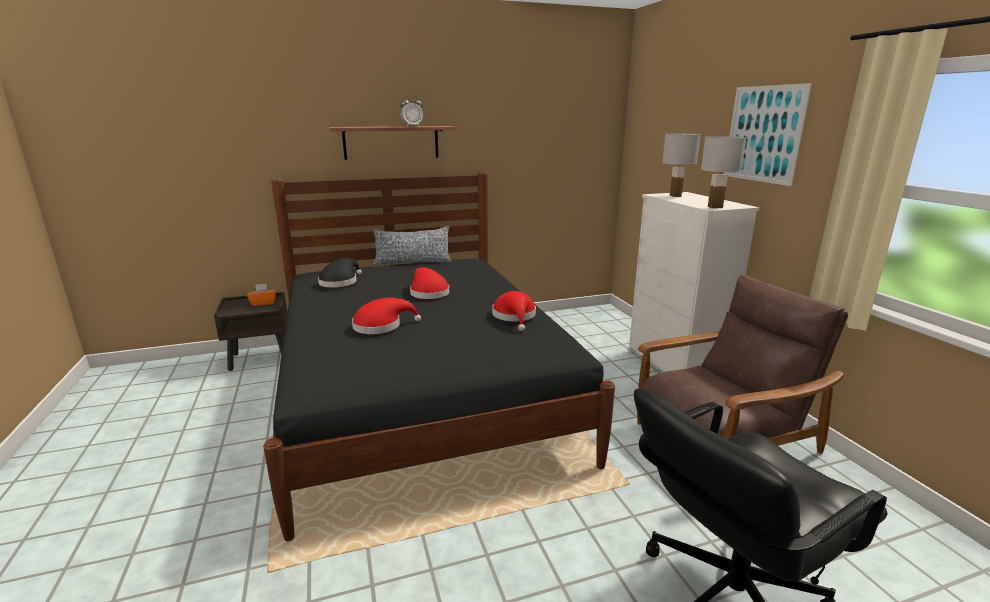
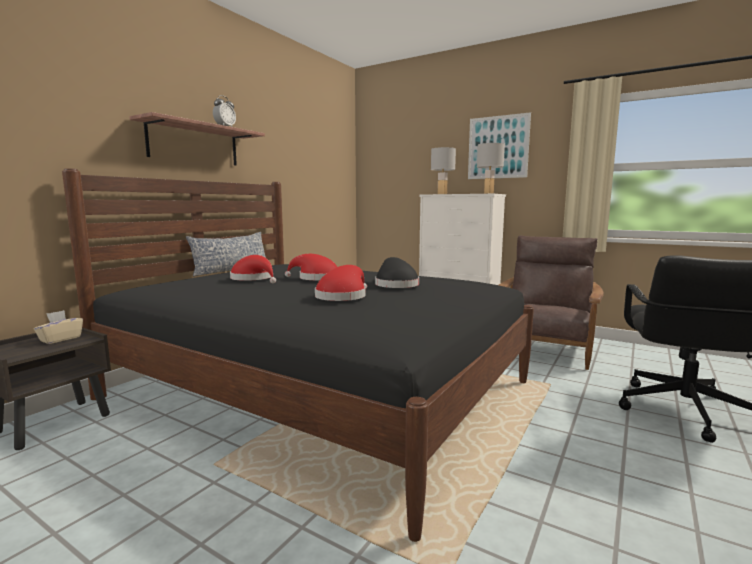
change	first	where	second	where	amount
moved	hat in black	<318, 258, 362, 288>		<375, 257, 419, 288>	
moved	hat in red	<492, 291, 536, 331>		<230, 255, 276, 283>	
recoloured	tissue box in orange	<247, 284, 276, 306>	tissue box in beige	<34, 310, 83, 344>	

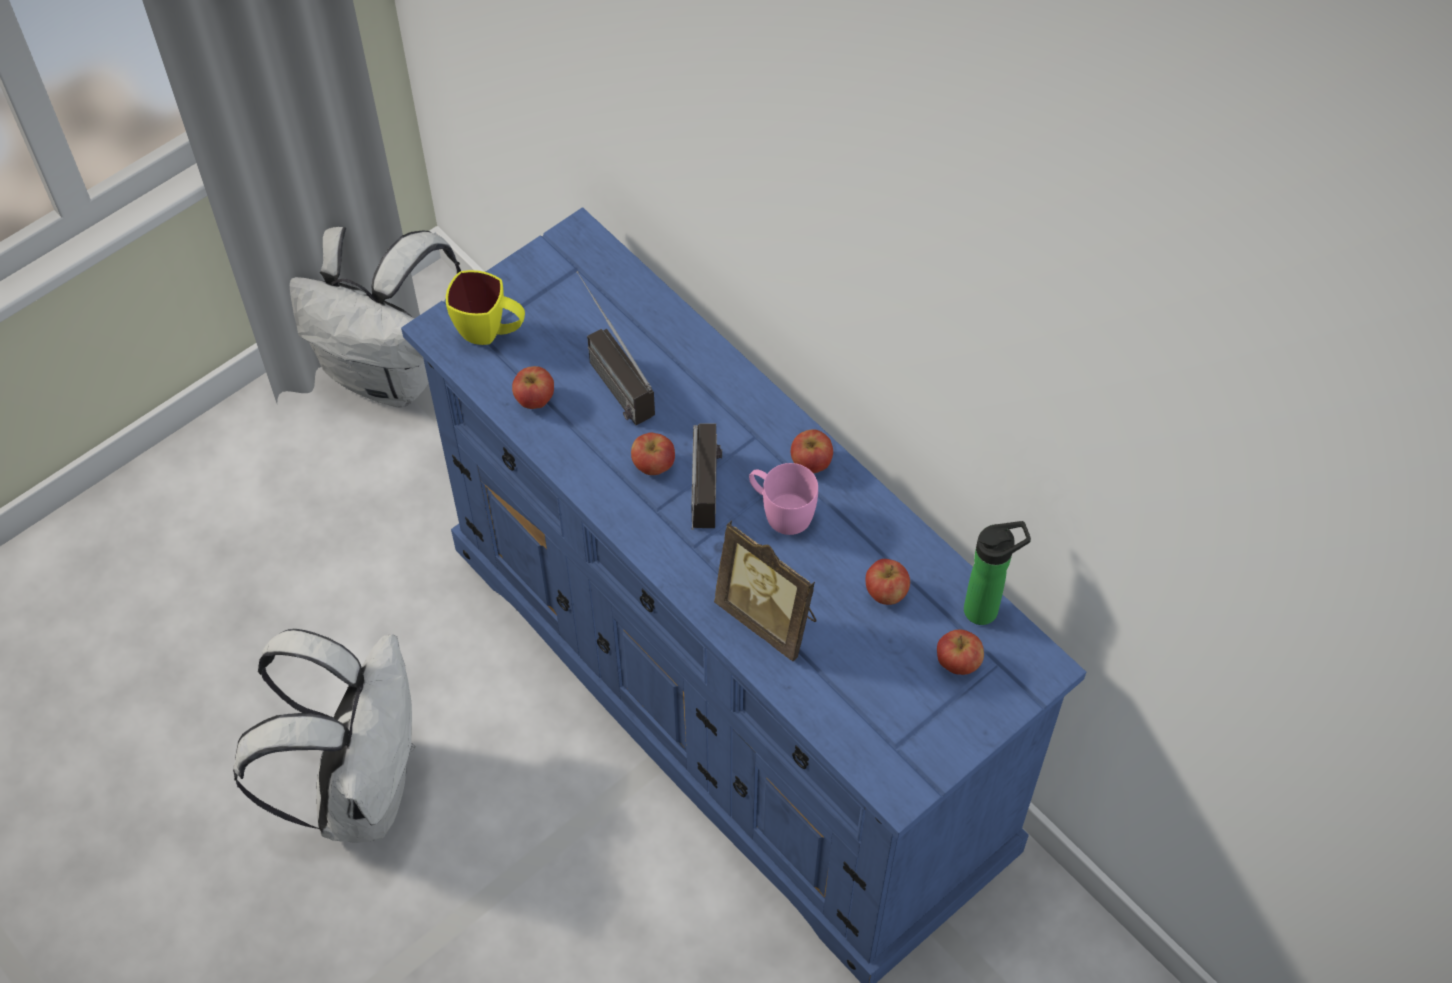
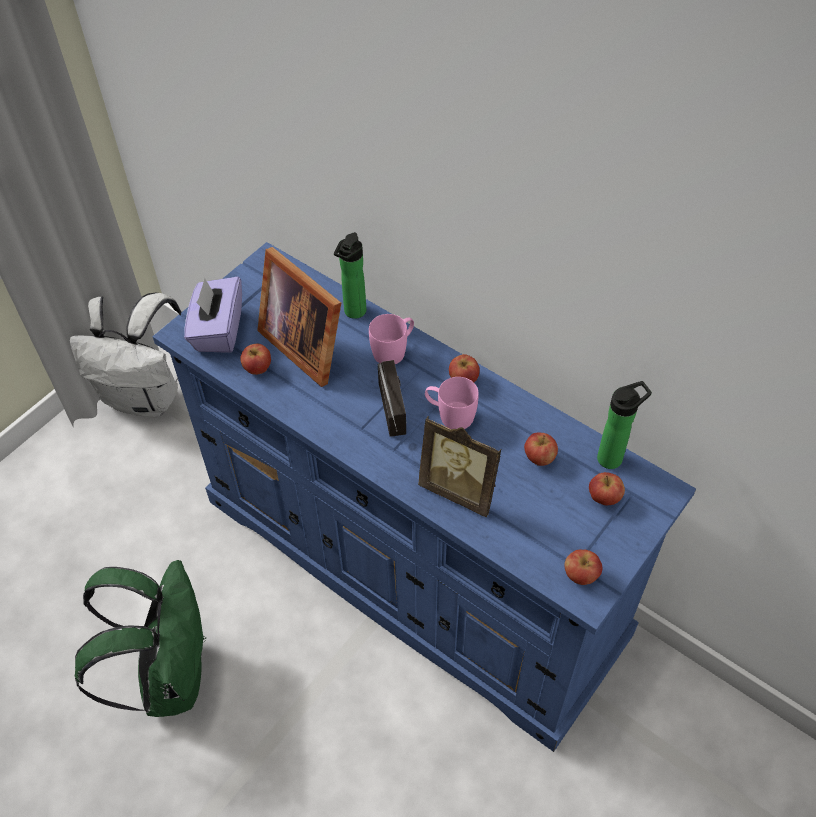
change	first	where	second	where	amount
added			bottle	<334, 232, 366, 319>	
added			mug in pink	<369, 314, 414, 364>	
moved	apple	<631, 432, 675, 475>		<564, 550, 603, 585>	
replaced	mug in yellow	<446, 270, 525, 345>	tissue box in purple	<184, 277, 242, 353>	
replaced	radio	<576, 271, 655, 425>	picture frame	<257, 247, 341, 387>	
recoloured	backpack in white	<233, 629, 416, 843>	backpack in green	<75, 560, 206, 717>	

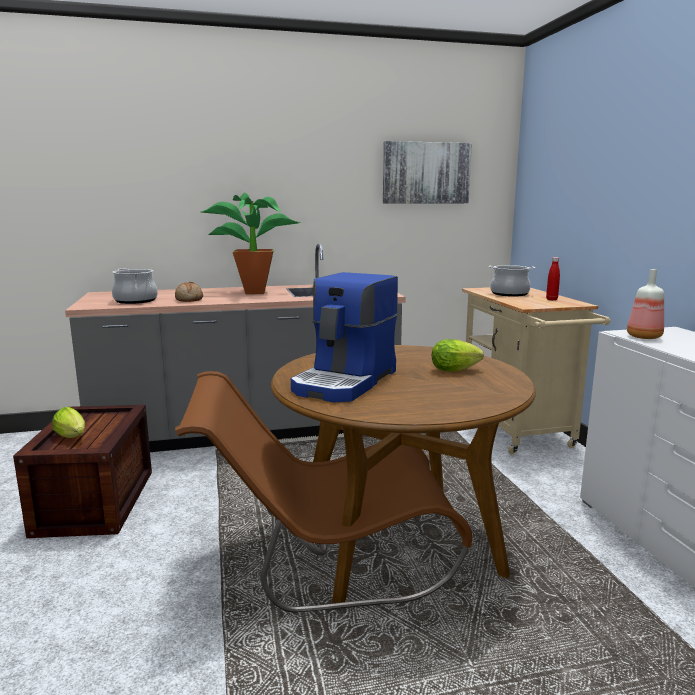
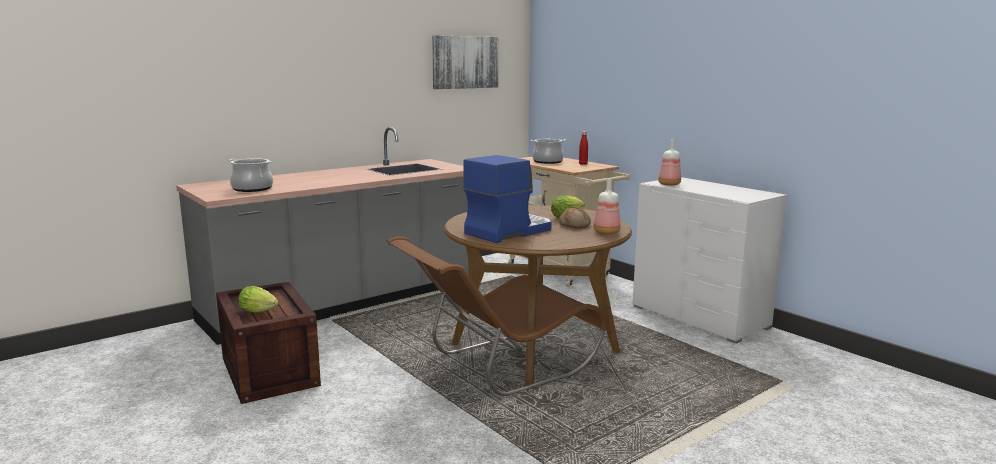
change	first	where	second	where	amount
removed	potted plant	<201, 193, 301, 294>			
added			bottle	<593, 178, 621, 234>	
moved	bread	<175, 282, 203, 302>		<559, 207, 591, 228>	
turned	coffee machine	<291, 272, 398, 402>		<463, 155, 552, 243>	135 degrees counterclockwise

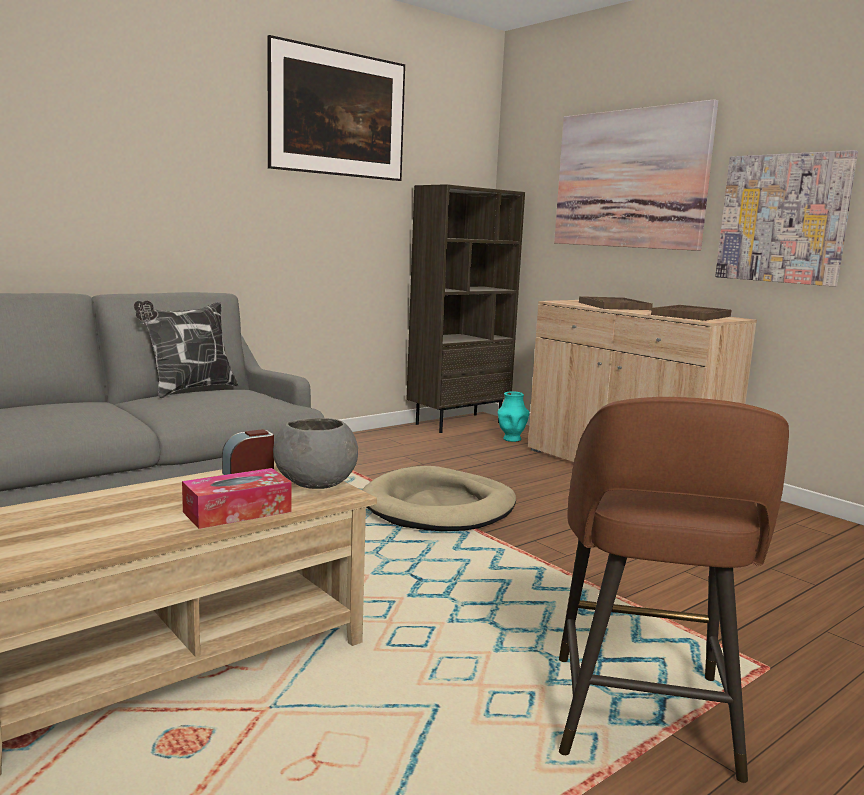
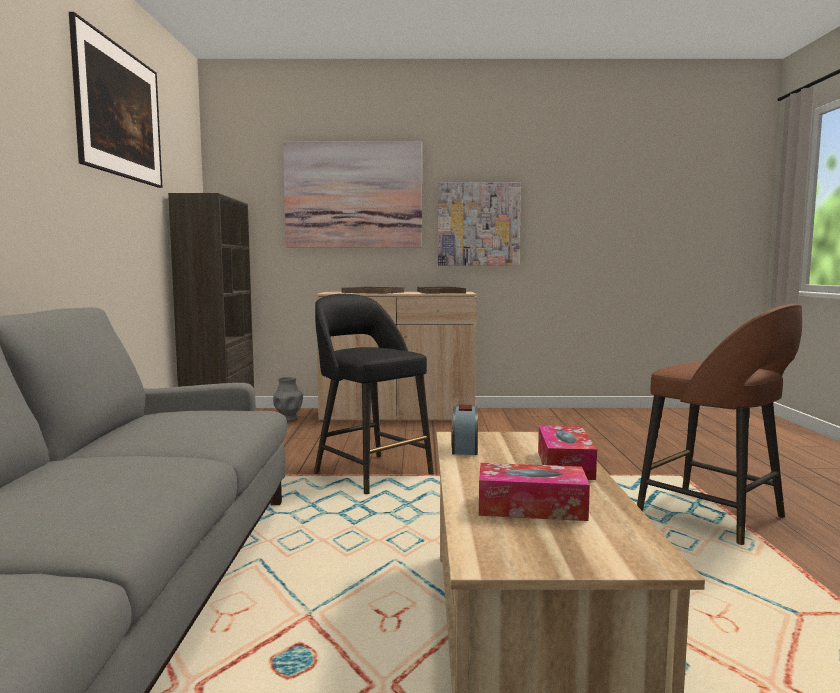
change	first	where	second	where	amount
removed	pillow	<134, 300, 239, 398>			
removed	bowl in grey	<273, 418, 358, 489>			
added			tissue box	<479, 463, 590, 521>	
replaced	dog bed in beige	<362, 466, 516, 531>	stool in black	<314, 294, 434, 494>	
recoloured	vase in turquoise	<498, 391, 529, 442>	vase in grey	<273, 377, 303, 421>	

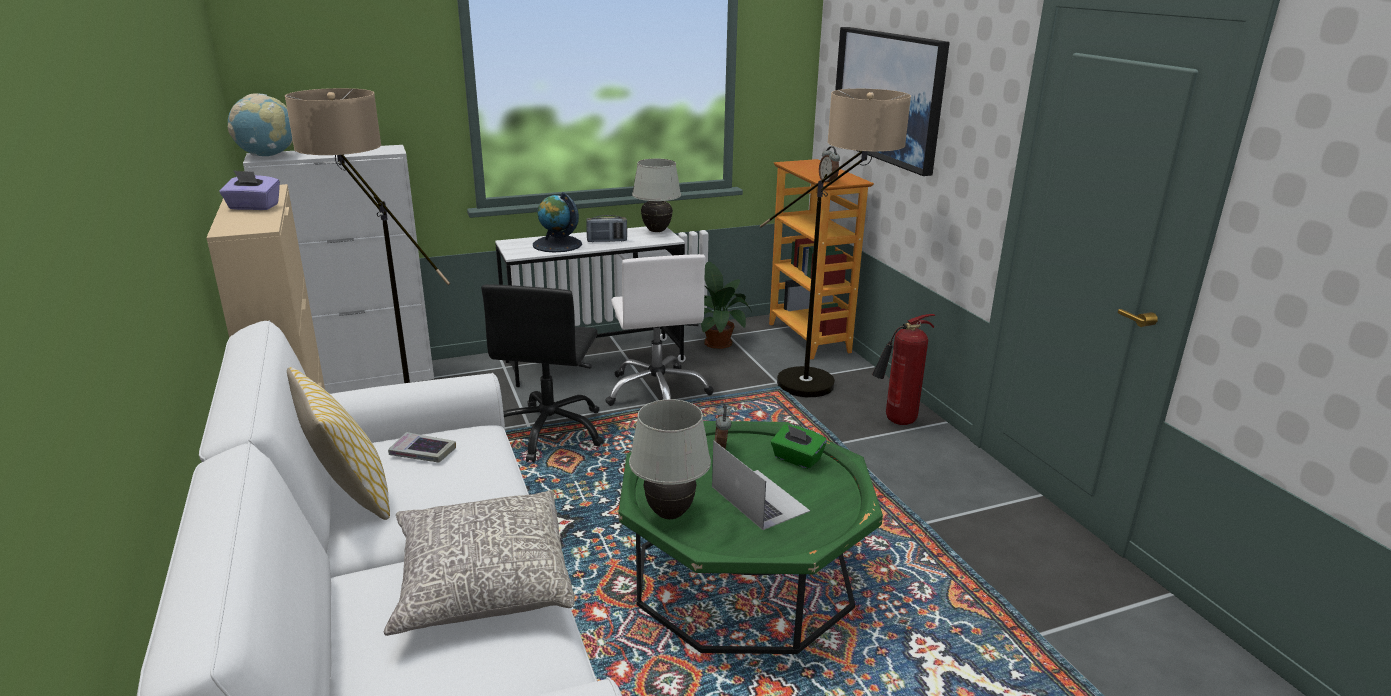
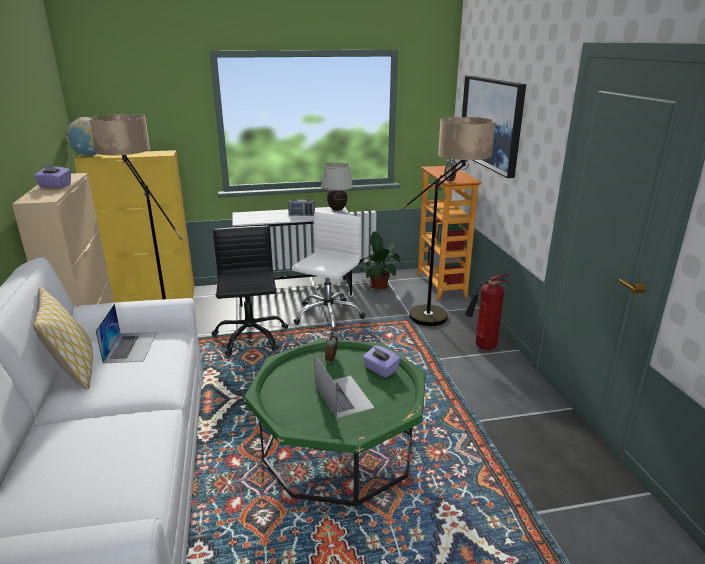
change	first	where	second	where	amount
removed	pillow in grey	<384, 491, 575, 636>			
removed	globe	<533, 192, 582, 253>			
removed	table lamp in white	<629, 399, 711, 519>			
replaced	book	<388, 432, 456, 463>	laptop	<96, 304, 157, 364>	
recoloured	cabinet in white	<243, 145, 434, 394>	cabinet in yellow	<74, 150, 195, 303>	
recoloured	tissue box in green	<771, 425, 827, 469>	tissue box in purple	<363, 345, 400, 378>	
turned	office chair in black	<481, 284, 604, 462>		<212, 226, 288, 356>	150 degrees clockwise
turned	office chair in white	<605, 254, 713, 406>		<292, 211, 365, 332>	150 degrees counterclockwise

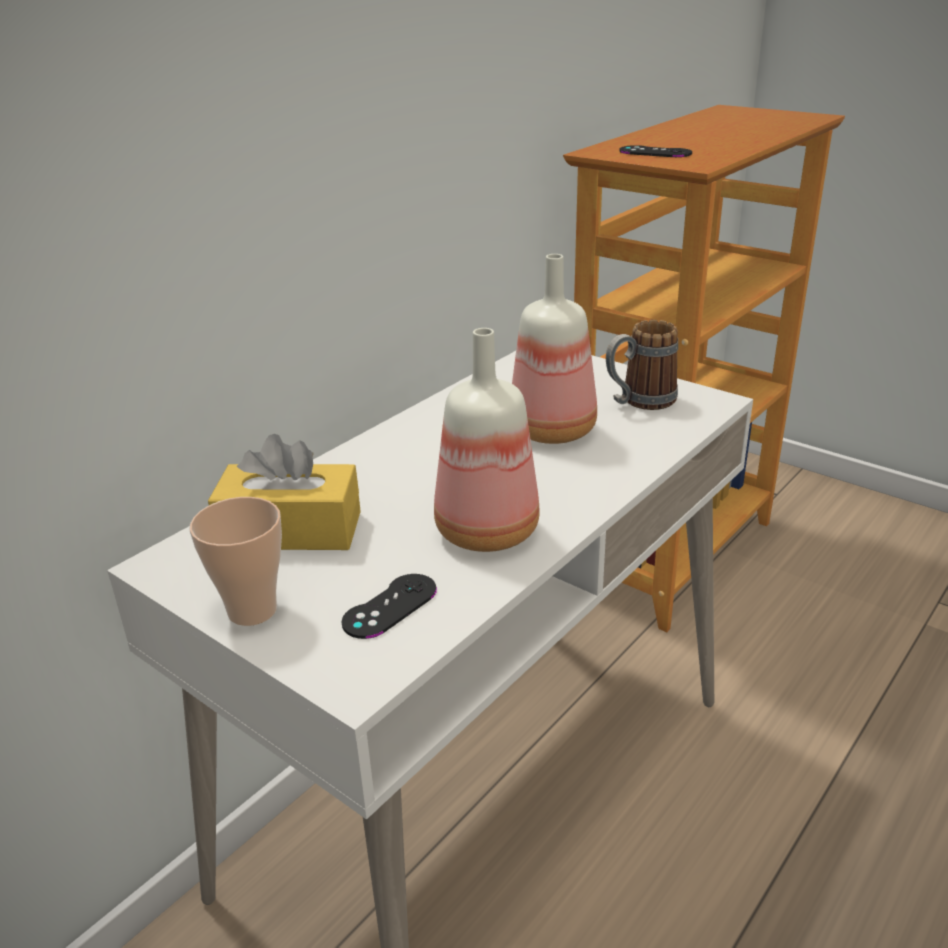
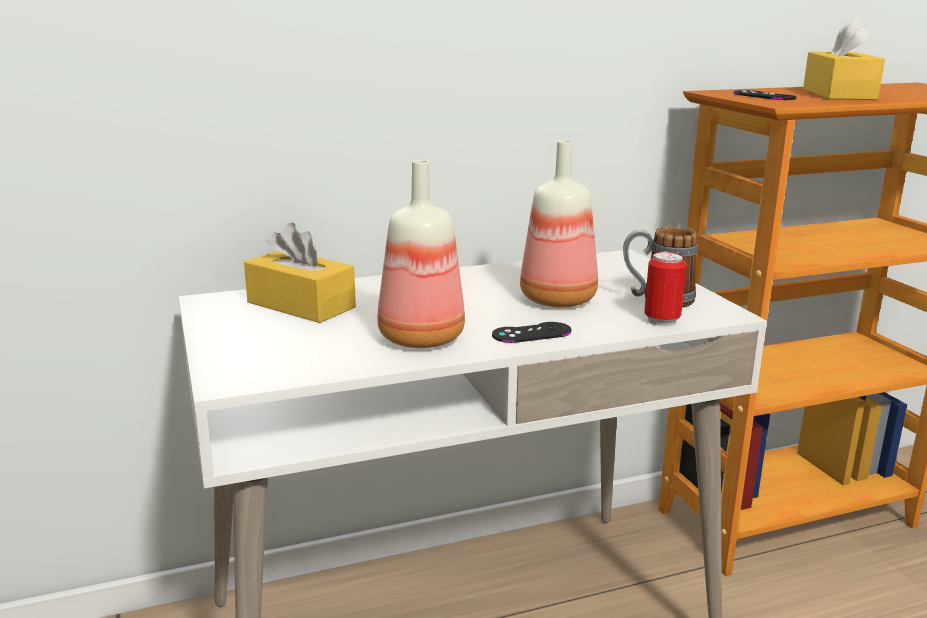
change	first	where	second	where	amount
removed	cup	<189, 497, 282, 626>			
added			can	<644, 252, 687, 326>	
added			tissue box in yellow	<803, 15, 885, 100>	
moved	game controller in black	<342, 574, 437, 639>		<492, 322, 571, 343>	

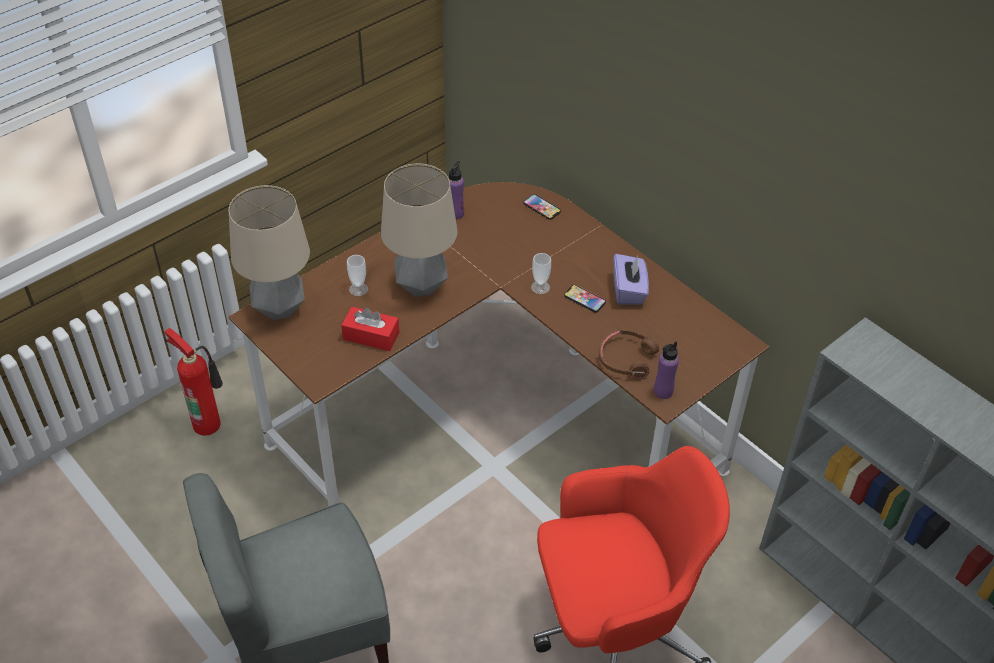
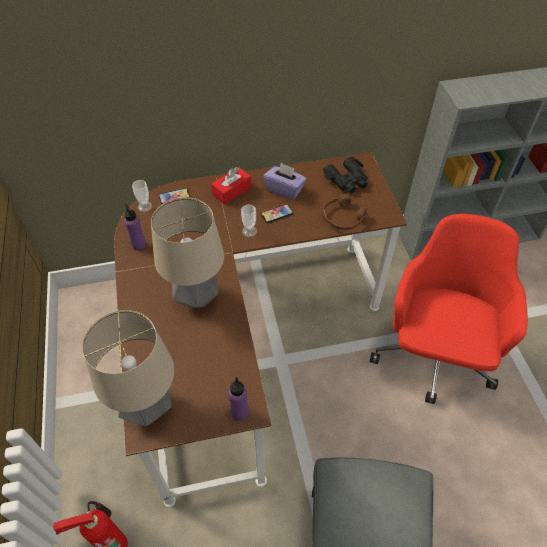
change	first	where	second	where	amount
added			binoculars in black	<323, 157, 368, 193>	
moved	tissue box in red	<341, 307, 399, 351>		<211, 167, 252, 205>	
moved	cup	<347, 255, 368, 296>		<132, 180, 152, 212>	
moved	bottle in purple	<654, 341, 679, 399>		<228, 377, 249, 421>	

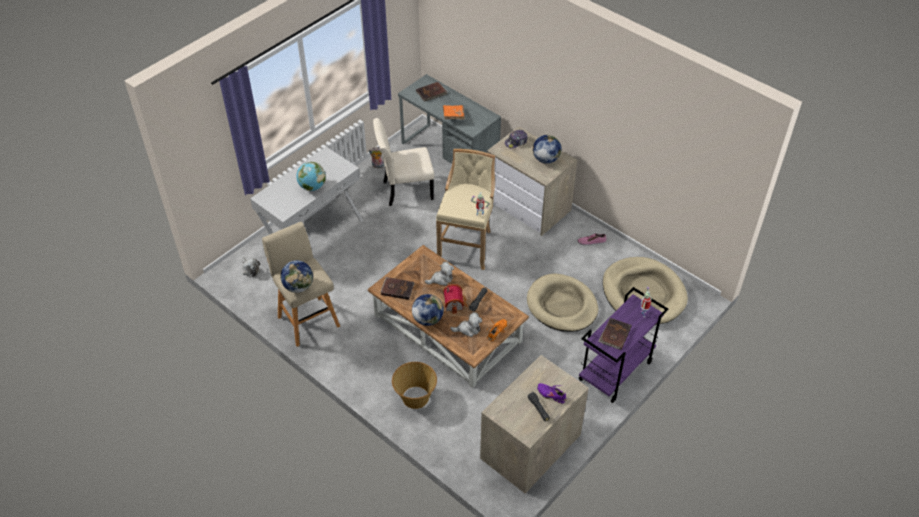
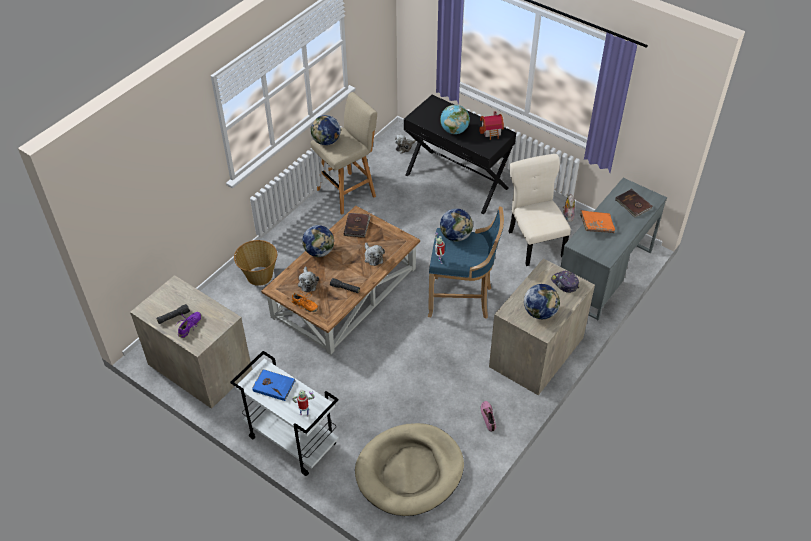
change	first	where	second	where	amount
removed	dog bed in beige	<527, 274, 598, 332>			
added			globe	<440, 209, 473, 242>	
moved	toy house	<443, 284, 467, 314>		<479, 111, 504, 140>	
recoloured	console table in white	<250, 147, 363, 250>	console table in black	<404, 95, 516, 214>	
recoloured	stool in beige	<436, 149, 495, 270>	stool in blue	<428, 206, 504, 319>	
recoloured	cart in purple	<579, 287, 668, 403>	cart in white	<230, 351, 339, 476>	
recoloured	book in brown	<598, 318, 632, 350>	book in blue	<252, 369, 296, 401>	

